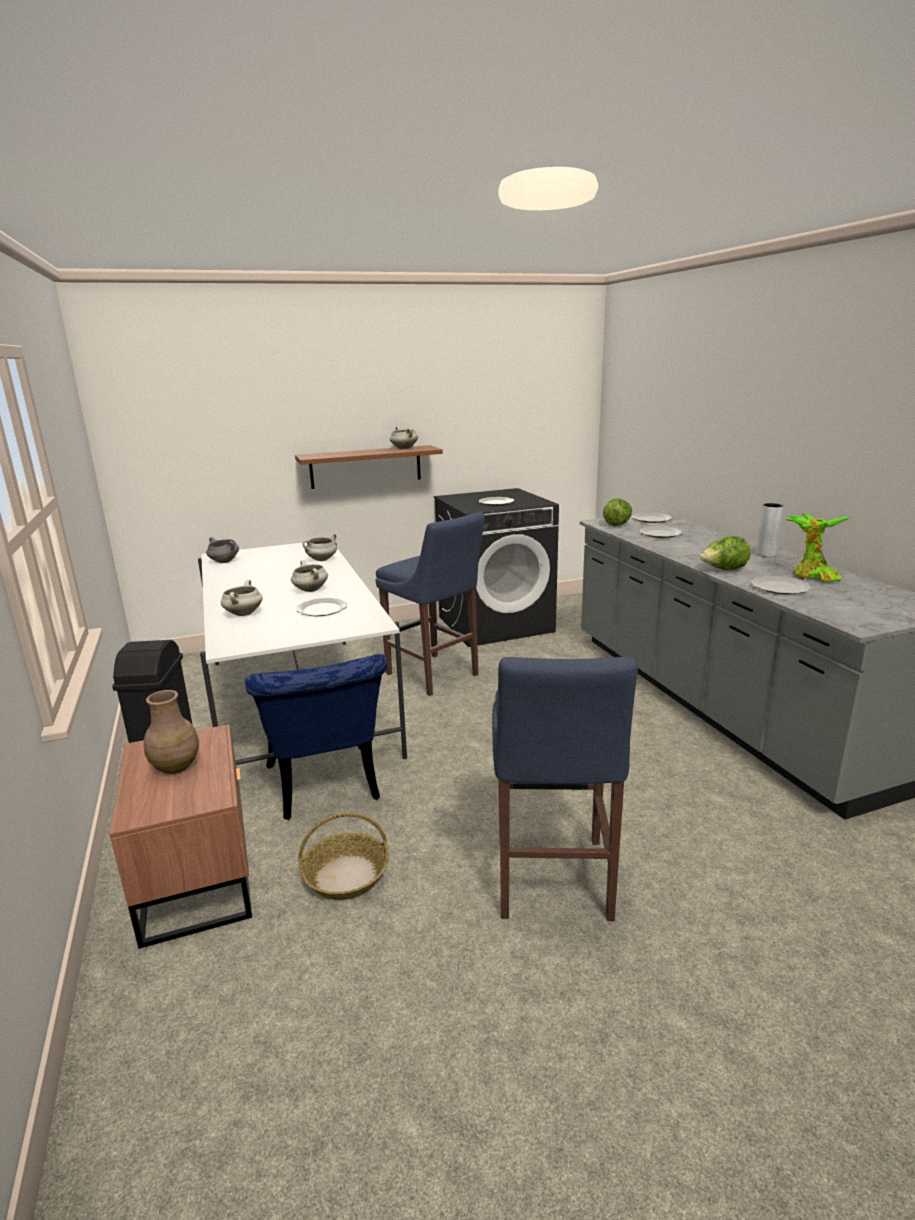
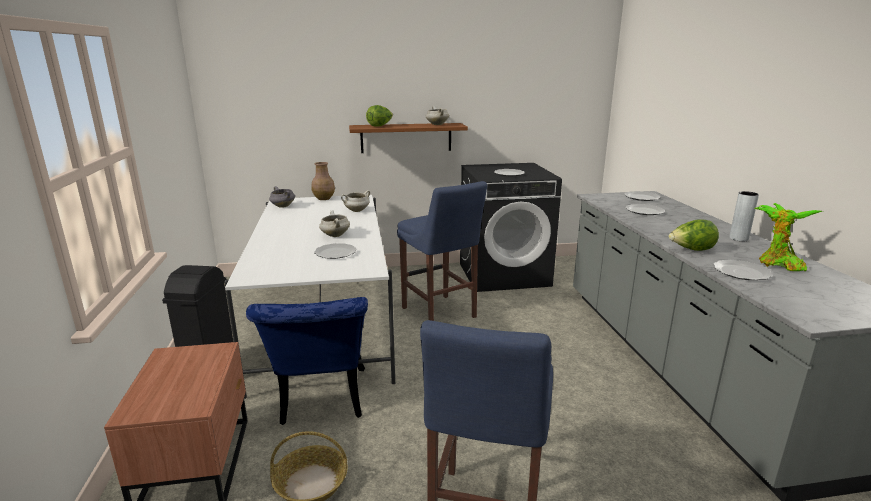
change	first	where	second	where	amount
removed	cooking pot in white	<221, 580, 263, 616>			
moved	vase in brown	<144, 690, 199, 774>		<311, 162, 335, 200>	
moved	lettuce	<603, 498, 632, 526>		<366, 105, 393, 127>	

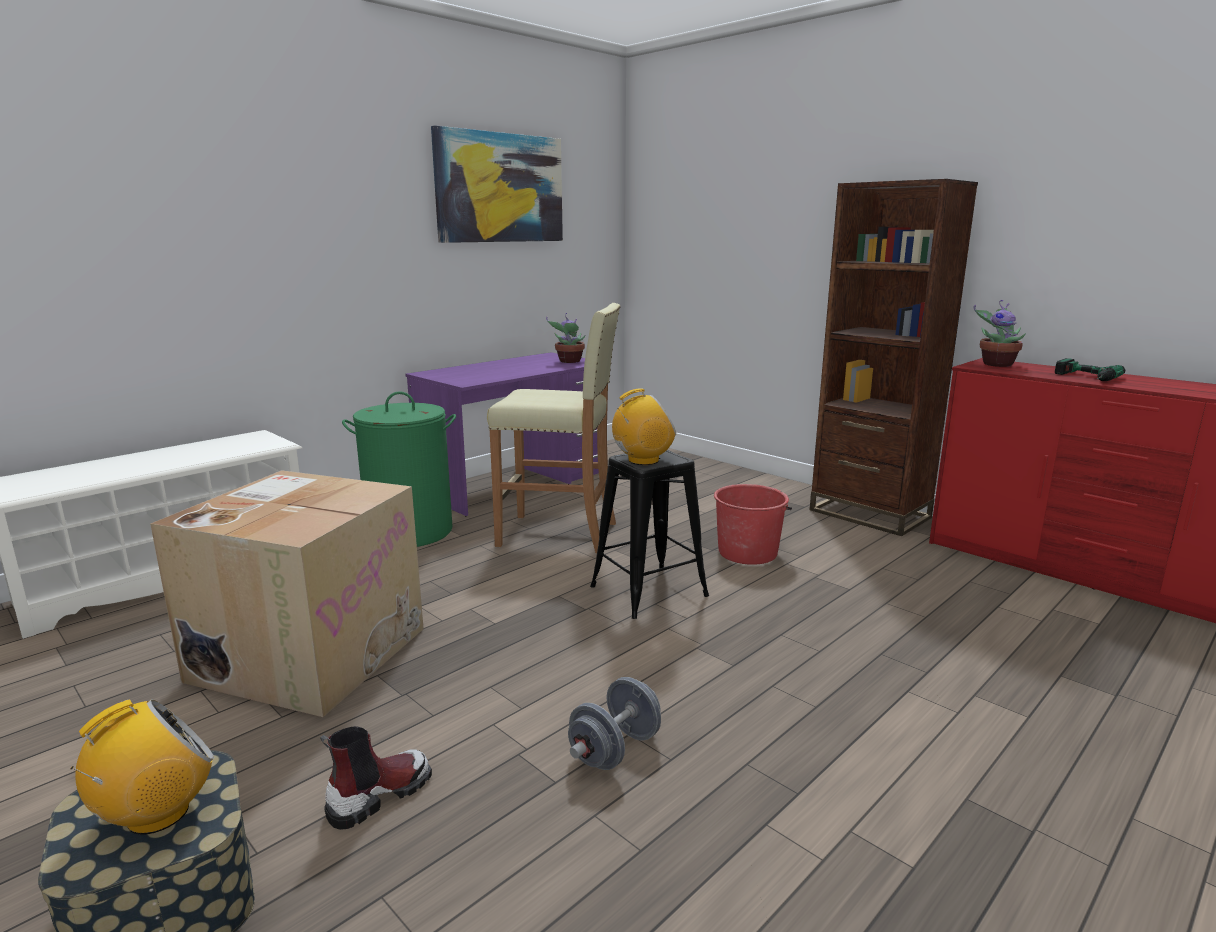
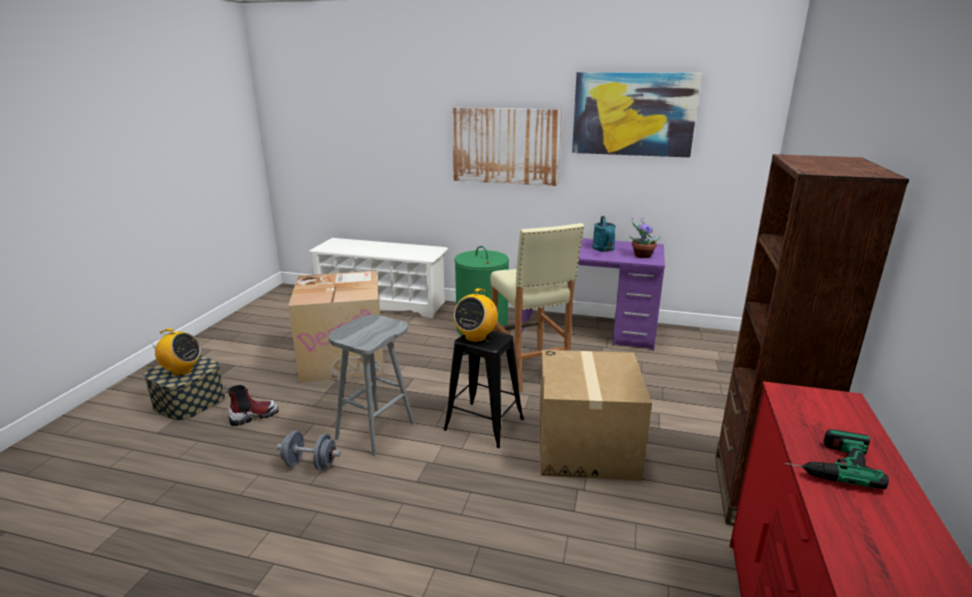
change	first	where	second	where	amount
removed	potted plant	<973, 300, 1026, 367>			
added			stool in grey	<328, 315, 414, 456>	
added			picture	<452, 107, 562, 186>	
added			watering can in turquoise	<592, 216, 616, 252>	
replaced	bucket in red	<714, 484, 792, 565>	cardboard box	<539, 350, 652, 481>	
turned	boot	<320, 726, 432, 830>		<224, 385, 279, 426>	45 degrees counterclockwise
turned	radio	<612, 388, 676, 465>		<454, 288, 498, 342>	75 degrees clockwise

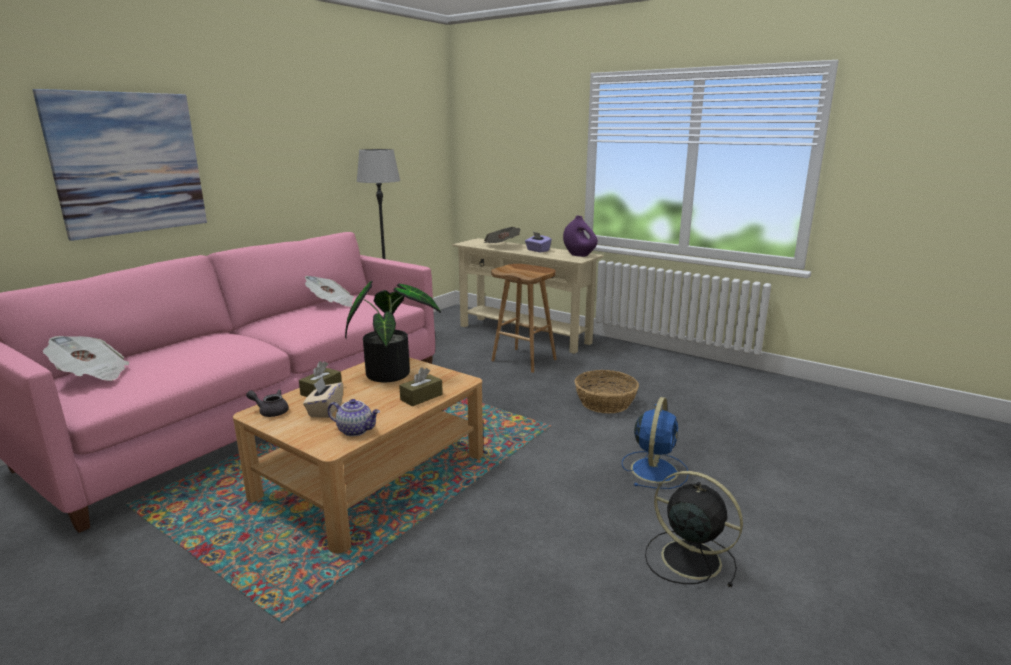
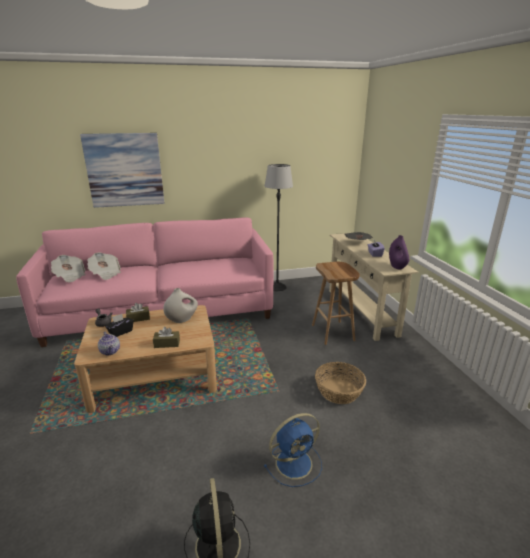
change	first	where	second	where	amount
moved	newspaper	<305, 276, 354, 307>		<87, 252, 121, 280>	
replaced	potted plant	<345, 281, 441, 382>	vase in white	<163, 288, 198, 323>	
recoloured	tissue box in beige	<303, 377, 343, 418>	tissue box in black	<105, 314, 133, 337>	

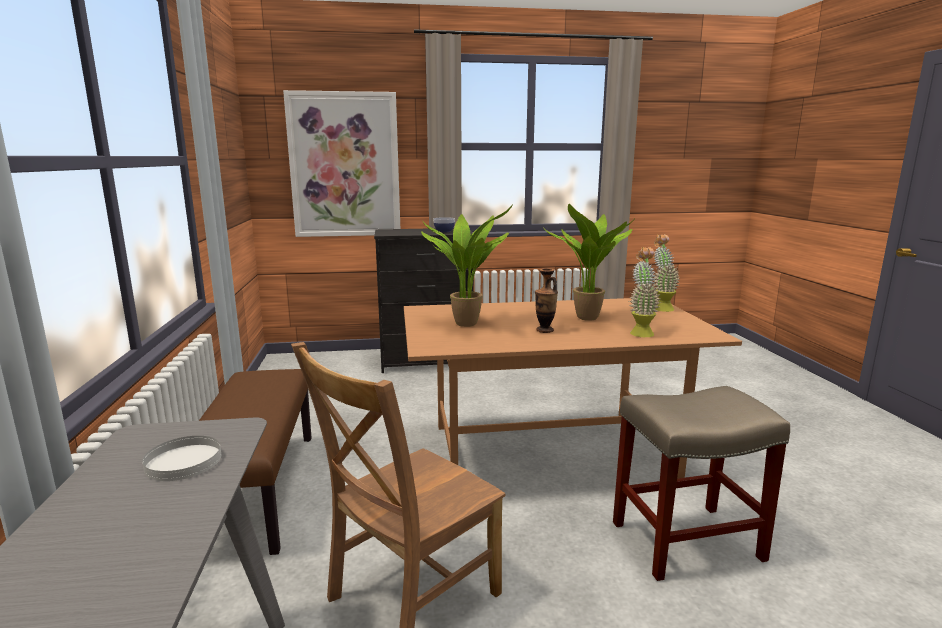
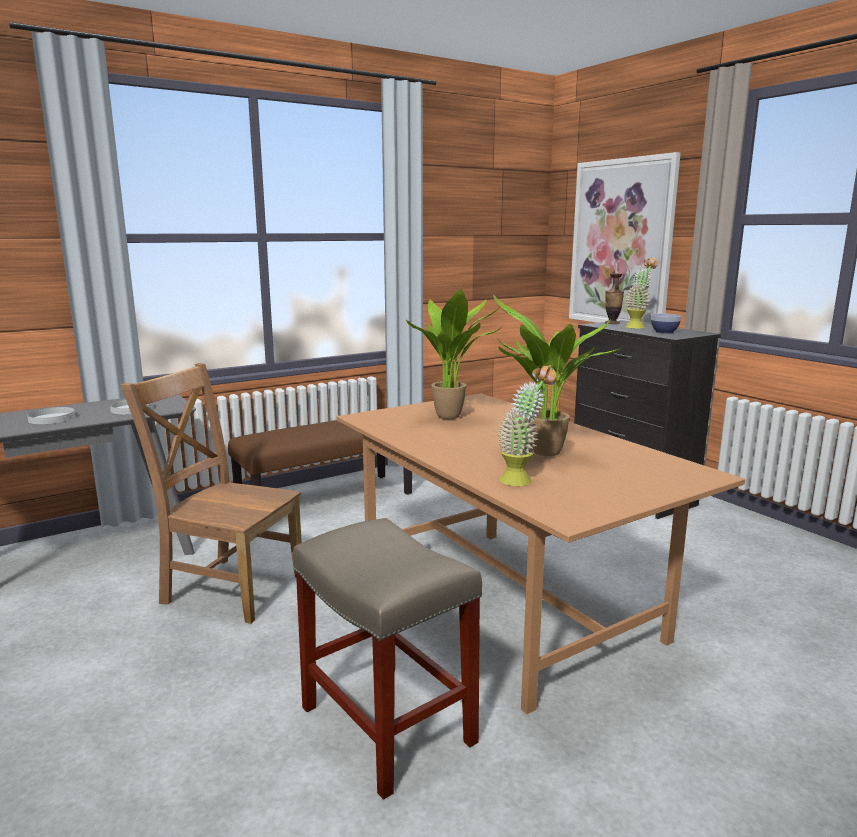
change	first	where	second	where	amount
added			plate in white	<27, 407, 75, 424>	
moved	vase	<535, 268, 558, 333>		<605, 273, 624, 324>	
moved	potted plant	<653, 234, 680, 312>		<625, 257, 658, 329>	

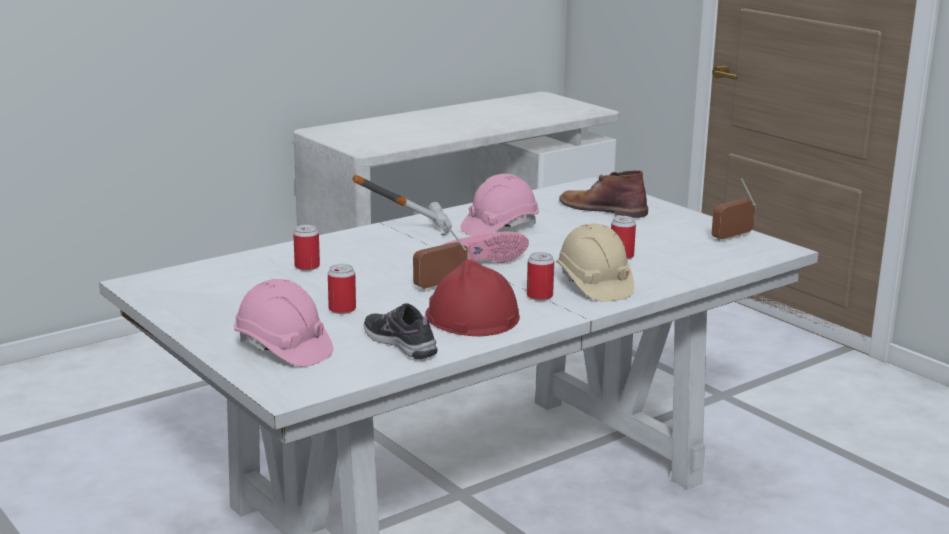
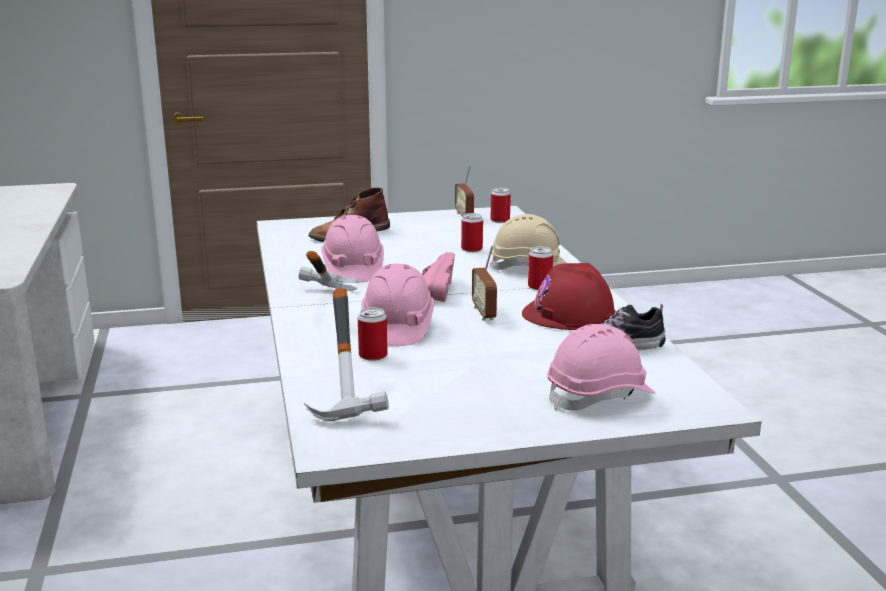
change	first	where	second	where	amount
added			hammer	<304, 288, 389, 421>	
added			hard hat in pink	<361, 264, 434, 346>	
moved	can	<328, 264, 356, 314>		<491, 188, 511, 223>	

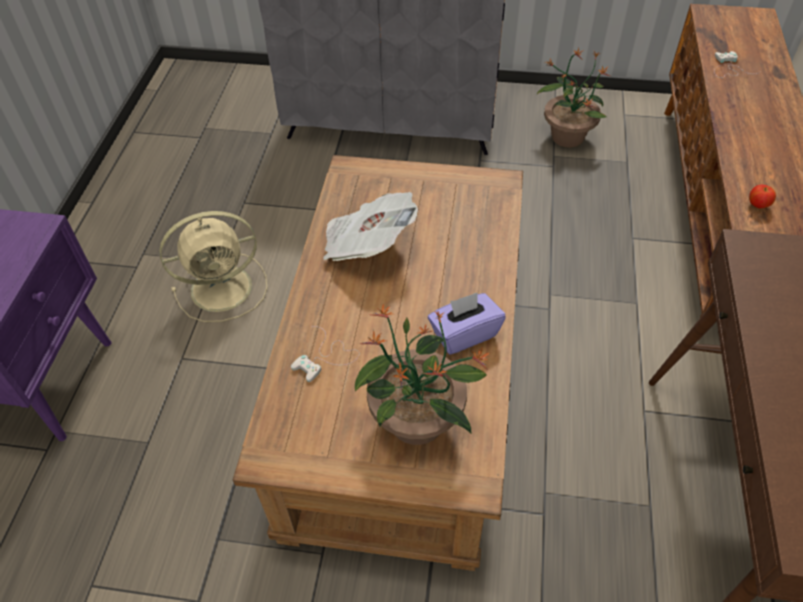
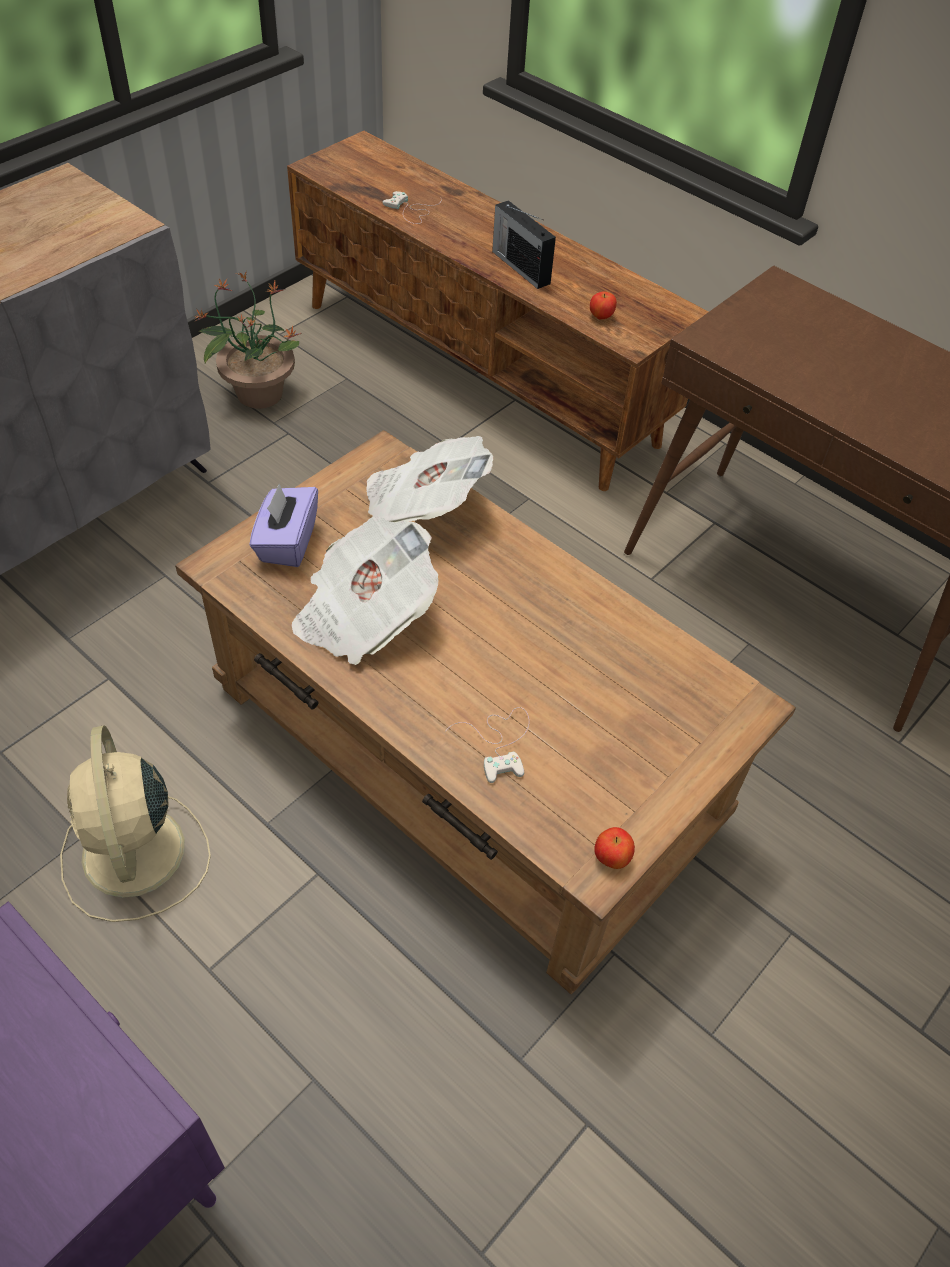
change	first	where	second	where	amount
removed	potted plant	<355, 303, 491, 445>			
added			newspaper	<366, 436, 493, 523>	
added			radio	<492, 200, 556, 289>	
added			apple	<594, 827, 635, 869>	
moved	tissue box in purple	<428, 292, 506, 355>		<250, 484, 318, 567>	
turned	fan in beige	<159, 211, 267, 322>		<60, 725, 211, 922>	150 degrees clockwise

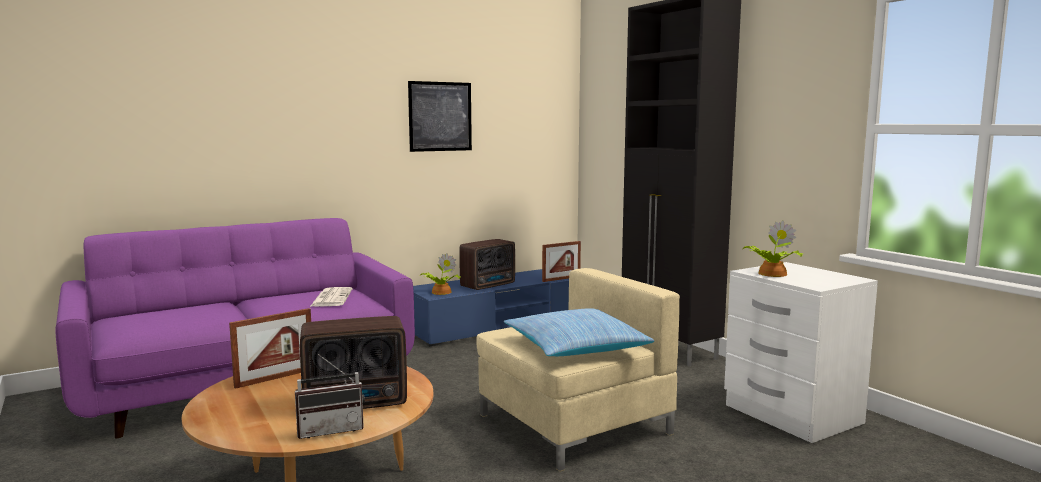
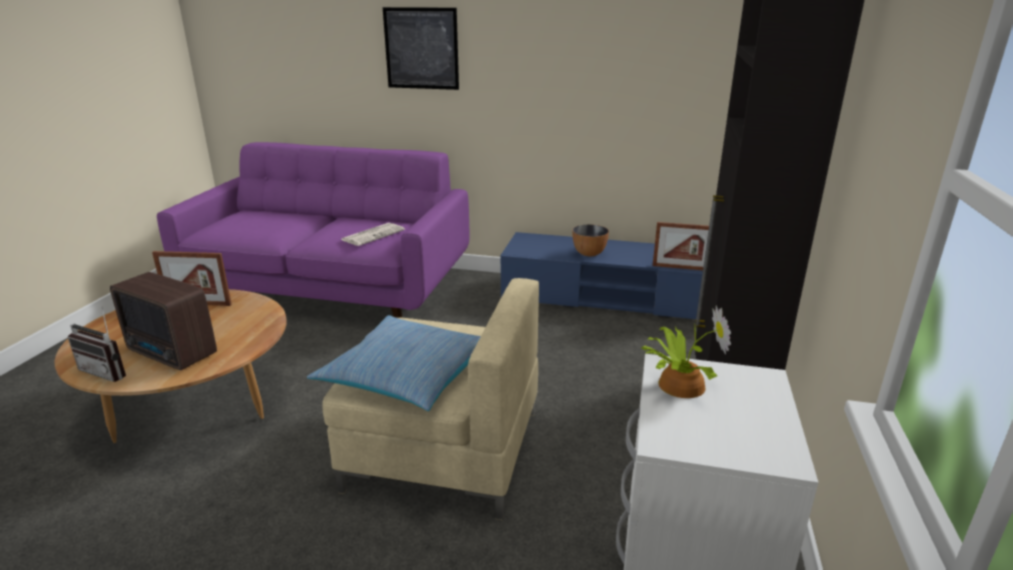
change	first	where	second	where	amount
removed	potted plant	<420, 253, 461, 295>			
moved	picture	<408, 81, 472, 152>		<383, 7, 459, 90>	
replaced	radio	<459, 239, 515, 290>	bowl	<572, 224, 609, 256>	

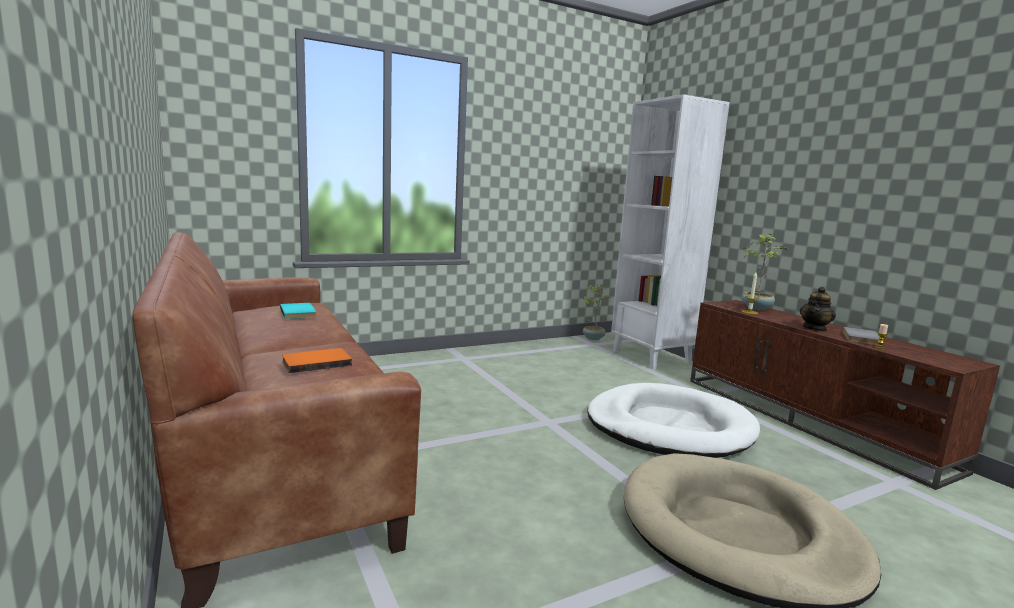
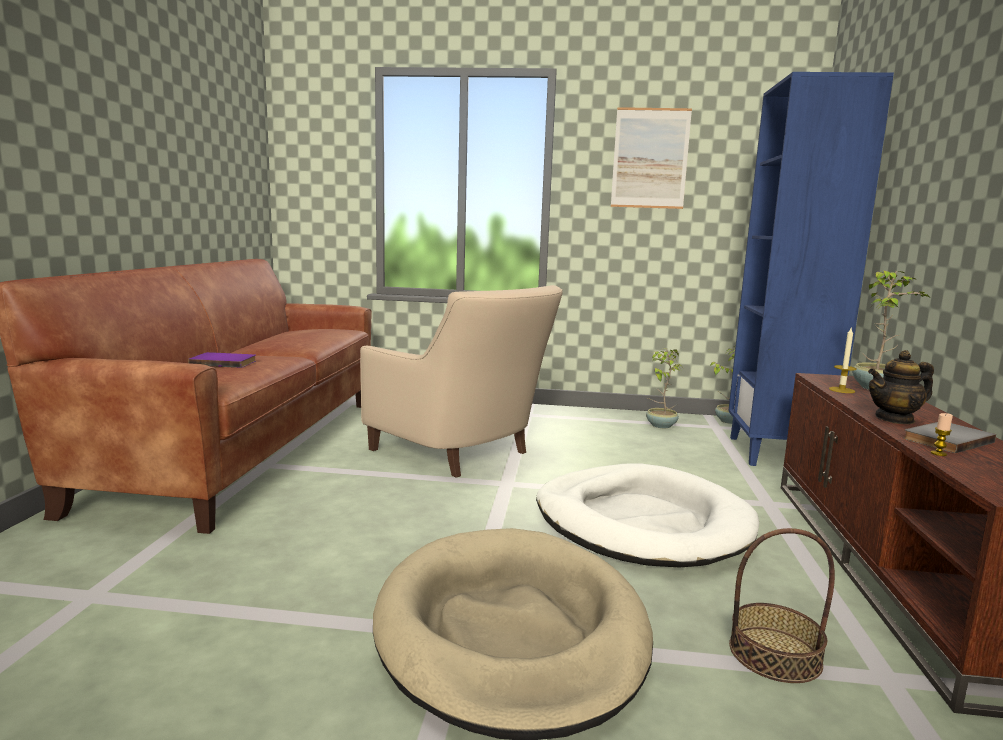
change	first	where	second	where	amount
removed	book in turquoise	<280, 303, 316, 319>			
added			armchair in beige	<360, 285, 563, 478>	
added			picture	<611, 107, 692, 209>	
added			potted plant	<646, 348, 683, 428>	
added			basket	<729, 528, 835, 683>	
recoloured	book in orange	<282, 348, 352, 373>	book in purple	<188, 352, 256, 368>	
recoloured	bookcase in white	<611, 94, 730, 370>	bookcase in blue	<728, 72, 894, 466>	

